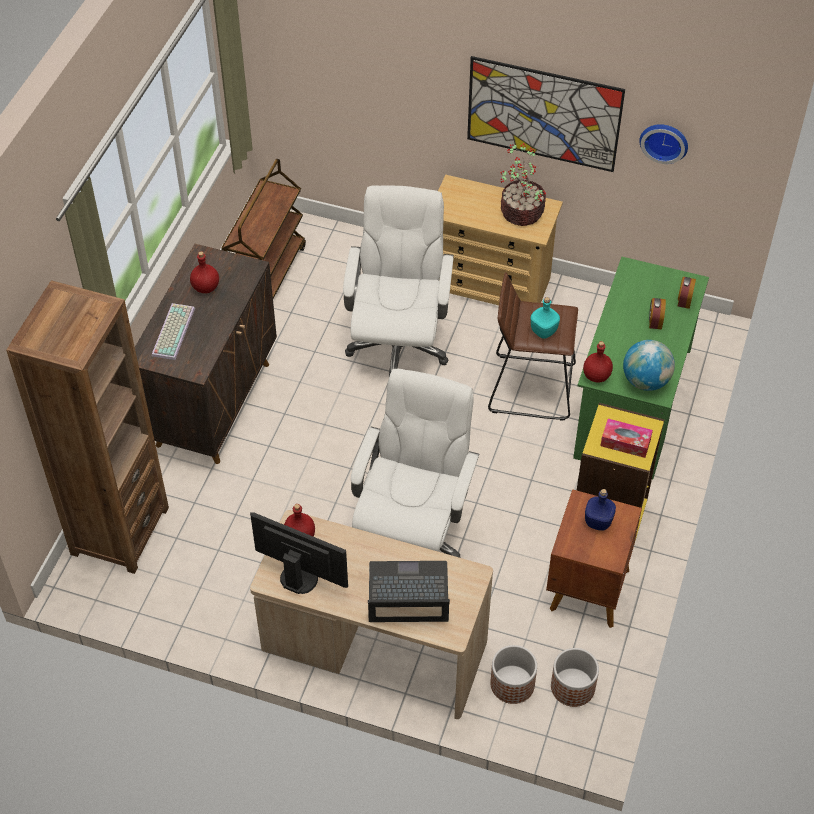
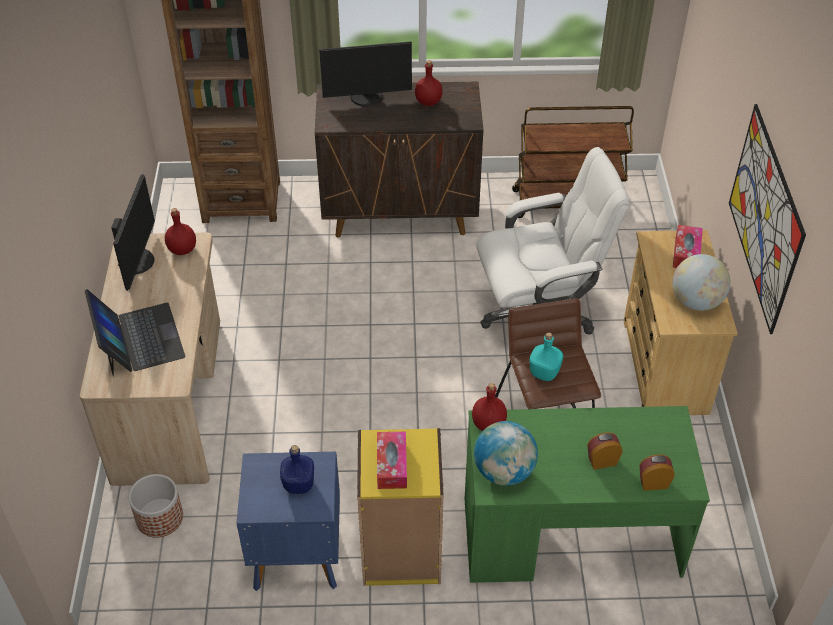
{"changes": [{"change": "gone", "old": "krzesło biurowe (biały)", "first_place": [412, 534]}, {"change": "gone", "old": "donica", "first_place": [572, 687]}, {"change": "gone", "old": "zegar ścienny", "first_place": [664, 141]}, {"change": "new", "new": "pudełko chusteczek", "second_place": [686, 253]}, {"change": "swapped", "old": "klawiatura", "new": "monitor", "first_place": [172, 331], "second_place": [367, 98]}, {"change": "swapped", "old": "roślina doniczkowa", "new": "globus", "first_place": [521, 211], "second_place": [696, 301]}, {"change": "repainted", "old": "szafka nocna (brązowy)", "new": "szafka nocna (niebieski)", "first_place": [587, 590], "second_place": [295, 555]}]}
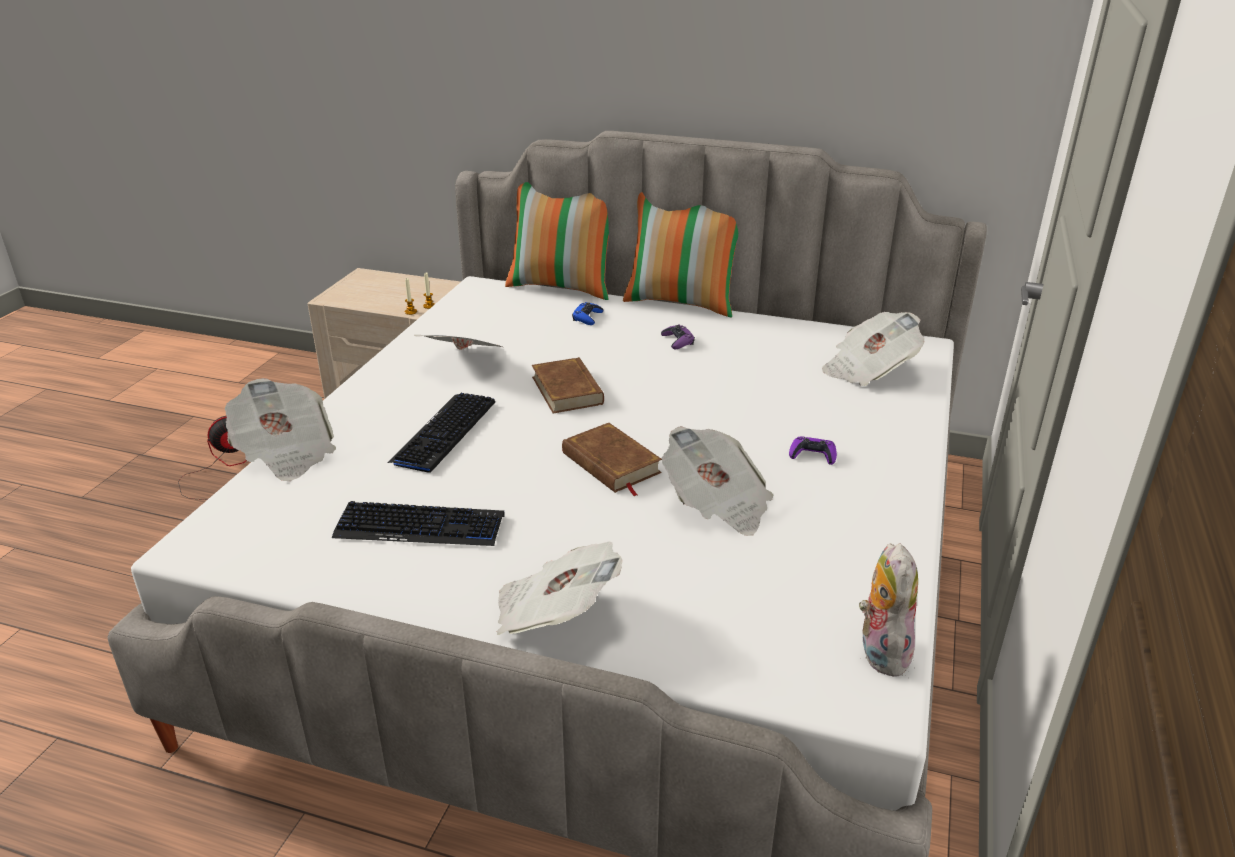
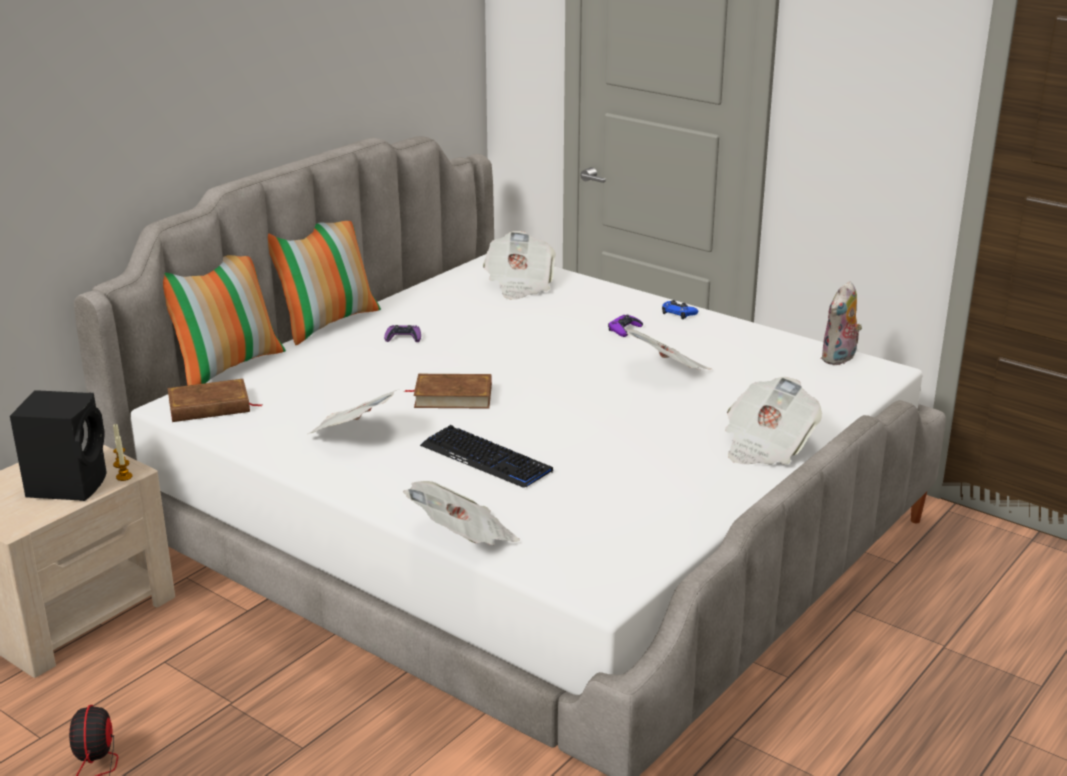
{"changes": [{"change": "gone", "old": "klawiatura", "first_place": [420, 527]}, {"change": "new", "new": "głośnik (czarny)", "second_place": [69, 484]}, {"change": "shifted", "old": "książka (brązowy)", "first_place": [611, 464], "second_place": [209, 406]}, {"change": "shifted", "old": "pad do gier (niebieski)", "first_place": [587, 317], "second_place": [678, 313]}, {"change": "rotated", "old": "pluszak", "first_place": [880, 650], "second_place": [839, 359], "degrees": -75}]}
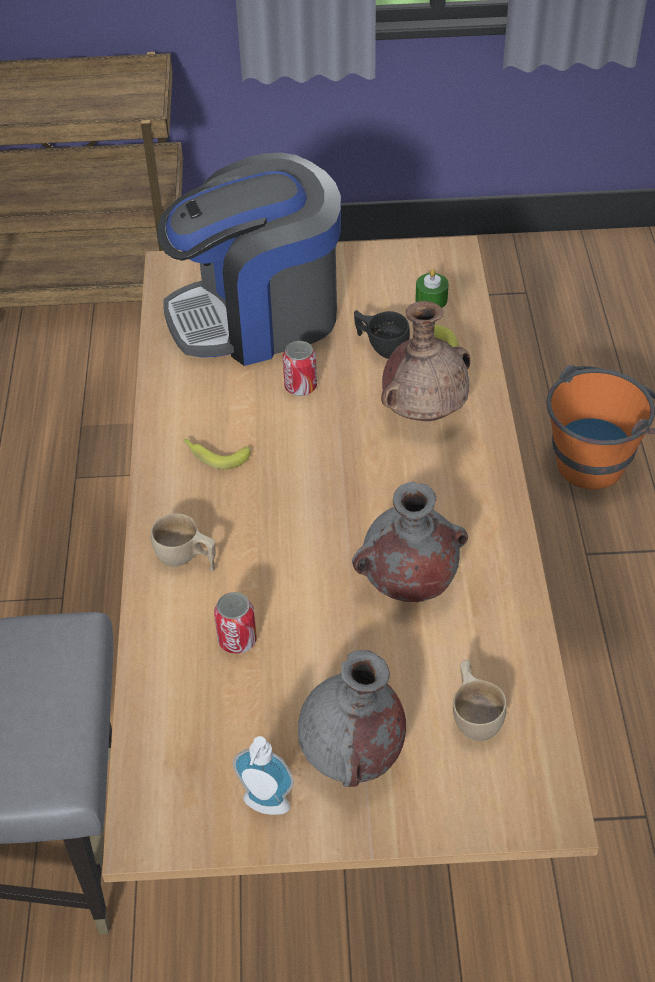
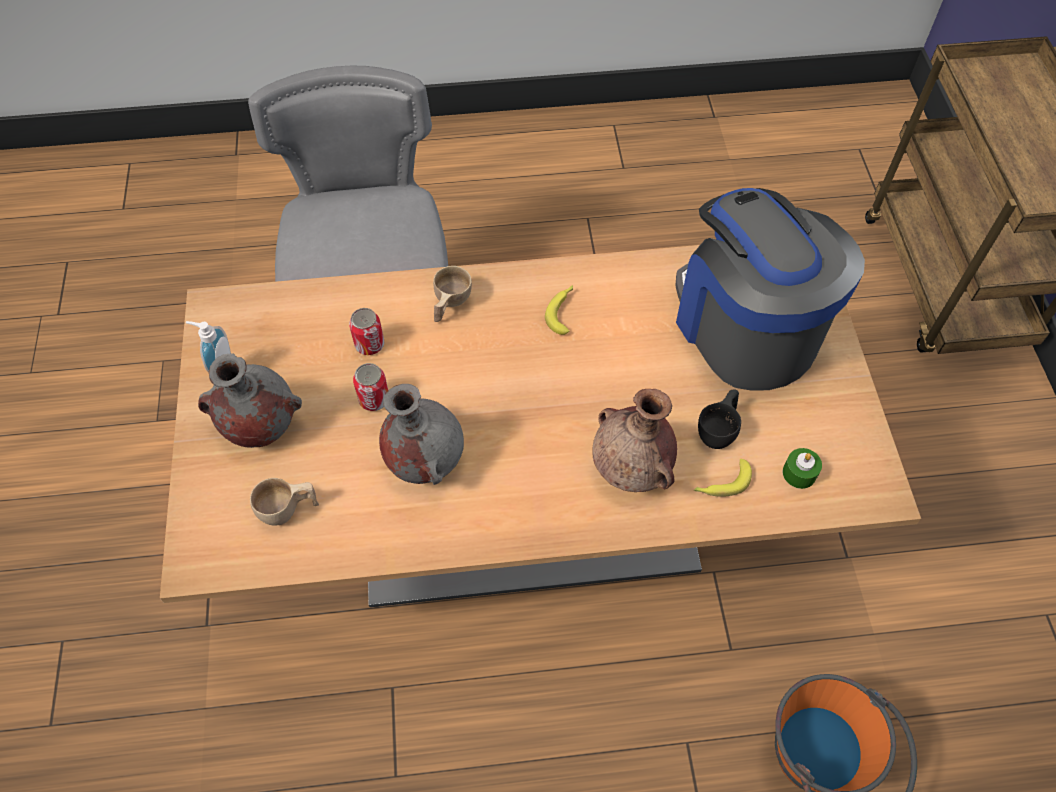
{"changes": [{"change": "shifted", "old": "puszka", "first_place": [300, 386], "second_place": [374, 399]}]}
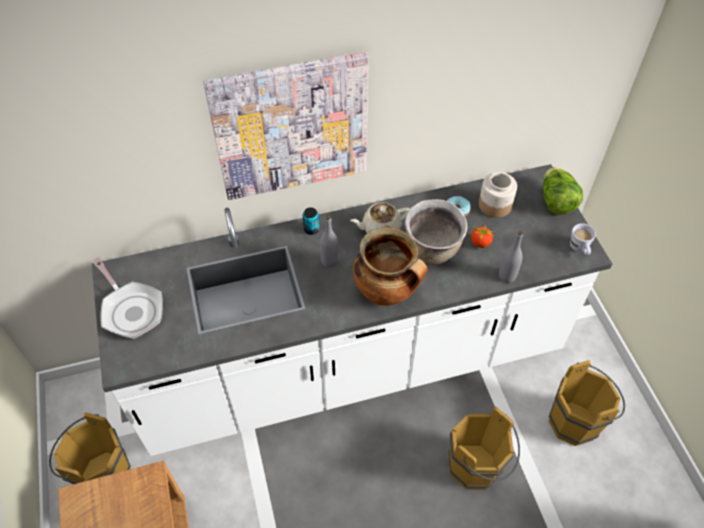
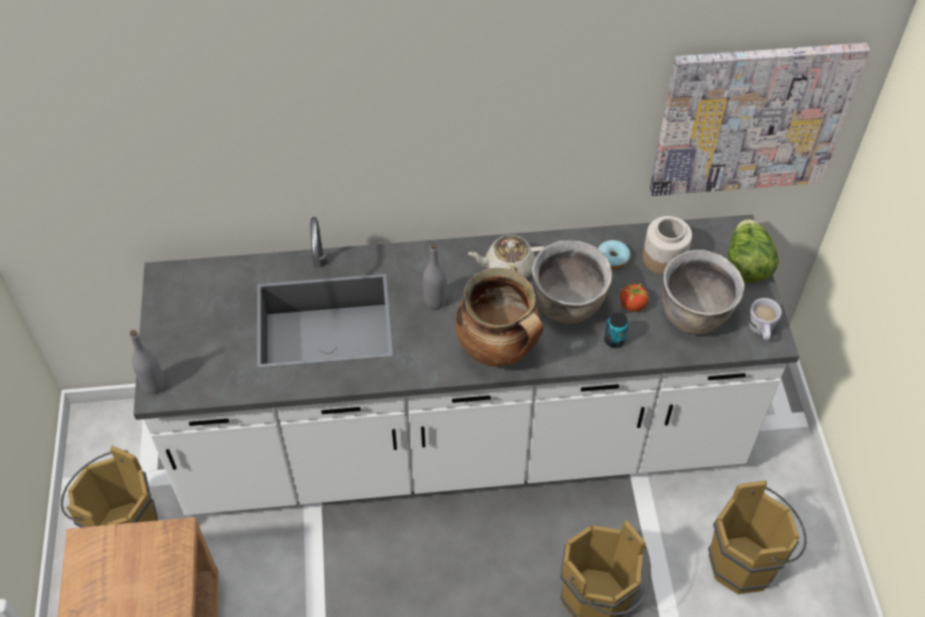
{"changes": [{"change": "gone", "old": "patelnia", "first_place": [131, 310]}, {"change": "new", "new": "garnek (brązowy)", "second_place": [694, 315]}, {"change": "shifted", "old": "obraz", "first_place": [291, 127], "second_place": [751, 119]}, {"change": "shifted", "old": "puszka", "first_place": [311, 229], "second_place": [614, 340]}, {"change": "shifted", "old": "butelka (szary)", "first_place": [507, 276], "second_place": [154, 385]}]}
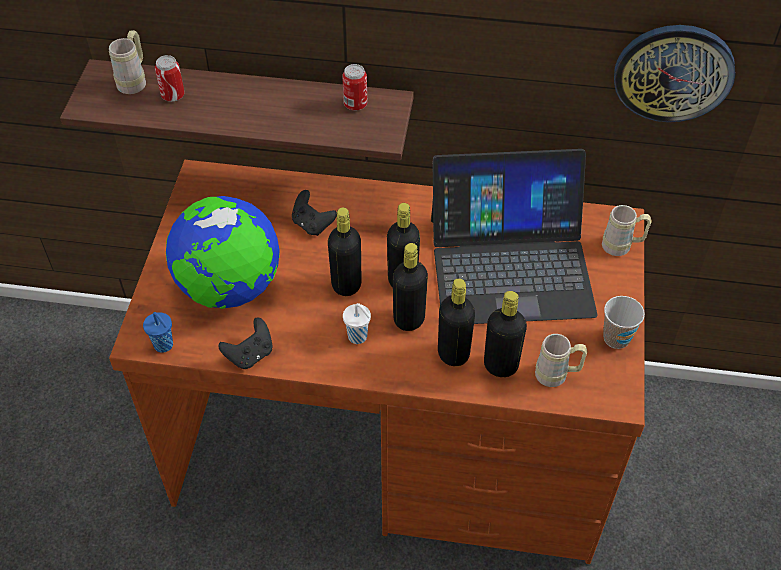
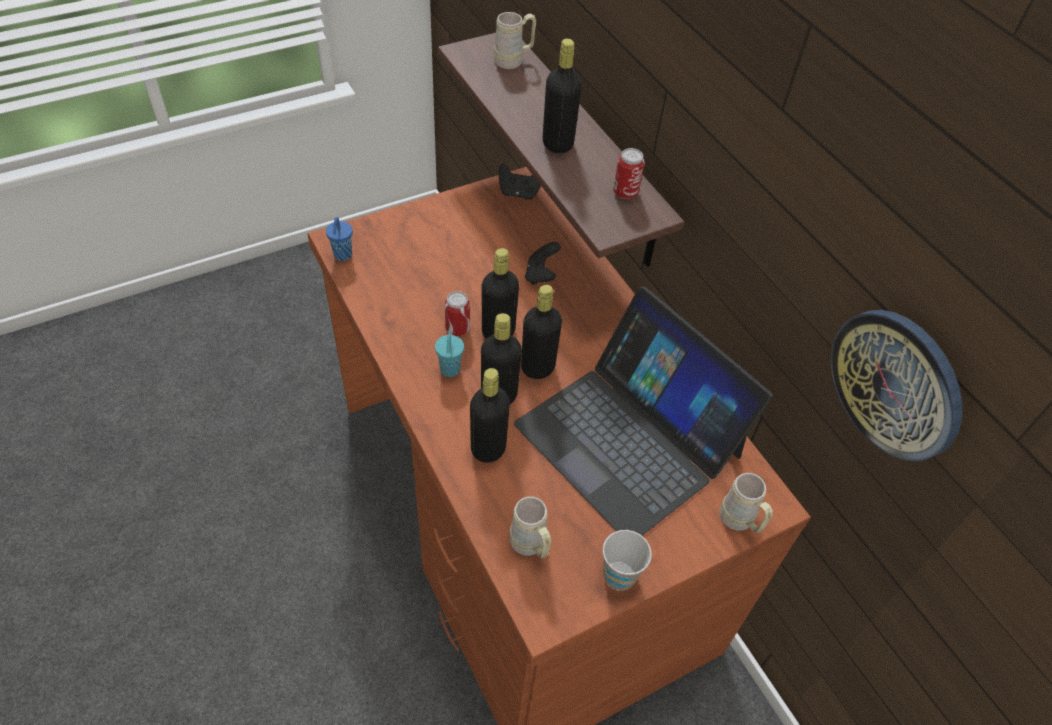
{"changes": [{"change": "gone", "old": "globus", "first_place": [229, 287]}, {"change": "shifted", "old": "puszka", "first_place": [173, 96], "second_place": [457, 329]}, {"change": "shifted", "old": "pad do gier (czarny)", "first_place": [250, 355], "second_place": [519, 193]}, {"change": "shifted", "old": "butelka (czarny)", "first_place": [500, 365], "second_place": [557, 144]}, {"change": "repainted", "old": "filiżanka (biały)", "new": "filiżanka (turkusowy)", "first_place": [358, 337], "second_place": [450, 371]}]}
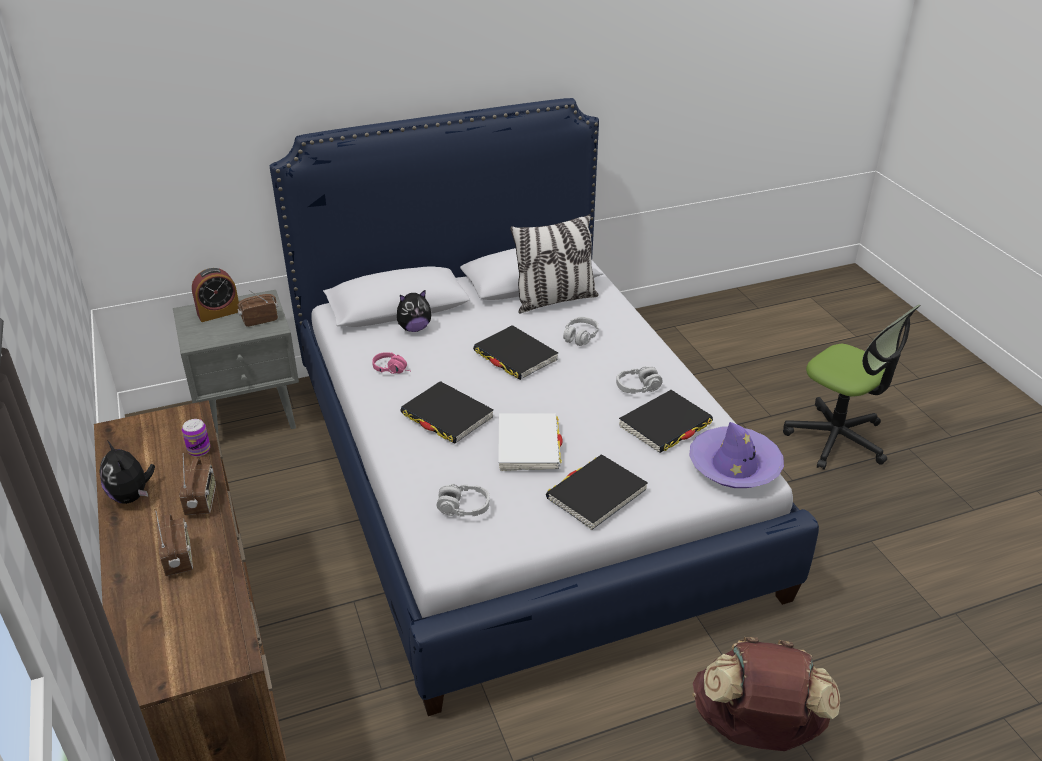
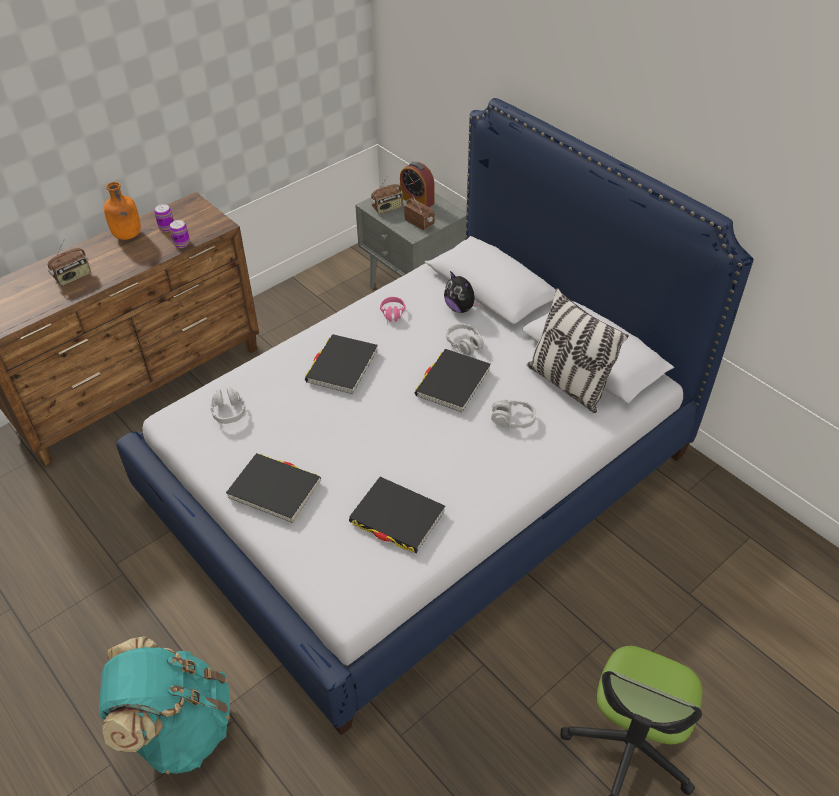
{"changes": [{"change": "gone", "old": "książka (biały)", "first_place": [528, 445]}, {"change": "gone", "old": "kapelusz (fioletowy)", "first_place": [734, 465]}, {"change": "new", "new": "puszka", "second_place": [166, 227]}, {"change": "shifted", "old": "radio", "first_place": [202, 501], "second_place": [387, 208]}, {"change": "shifted", "old": "słuchawki (szary)", "first_place": [638, 387], "second_place": [464, 344]}, {"change": "swapped", "old": "pluszak", "new": "butelka (pomarańczowy)", "first_place": [132, 496], "second_place": [127, 235]}, {"change": "repainted", "old": "plecak (brązowy)", "new": "plecak (turkusowy)", "first_place": [756, 729], "second_place": [178, 727]}]}
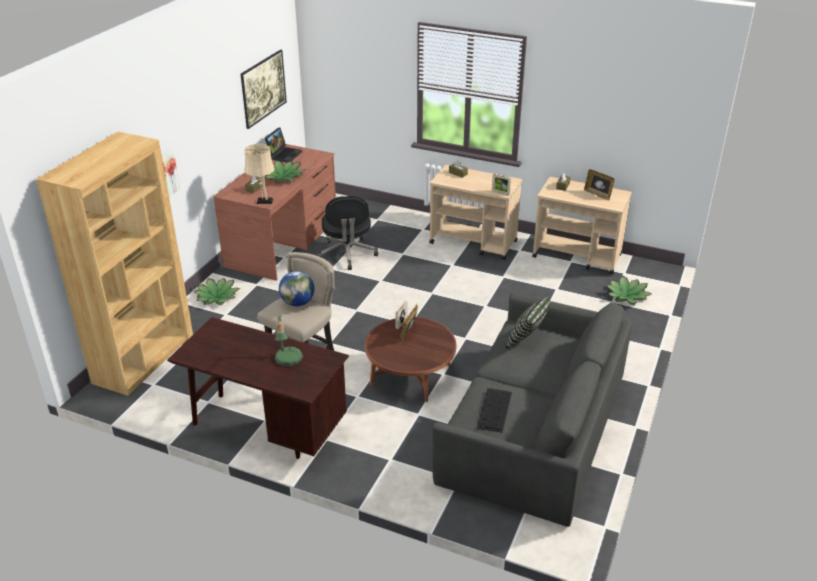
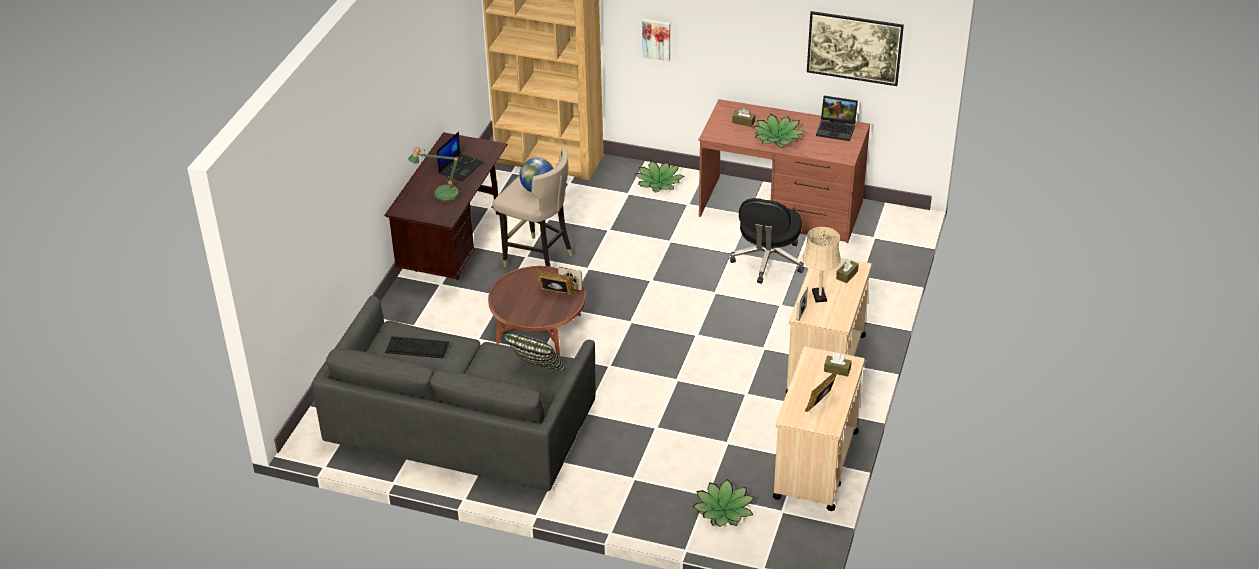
{"changes": [{"change": "new", "new": "laptop", "second_place": [460, 167]}, {"change": "shifted", "old": "lampa stołowa (beżowy)", "first_place": [263, 201], "second_place": [819, 294]}, {"change": "rotated", "old": "krzesło biurowe (czarny)", "first_place": [347, 254], "second_place": [768, 261], "degrees": -60}]}
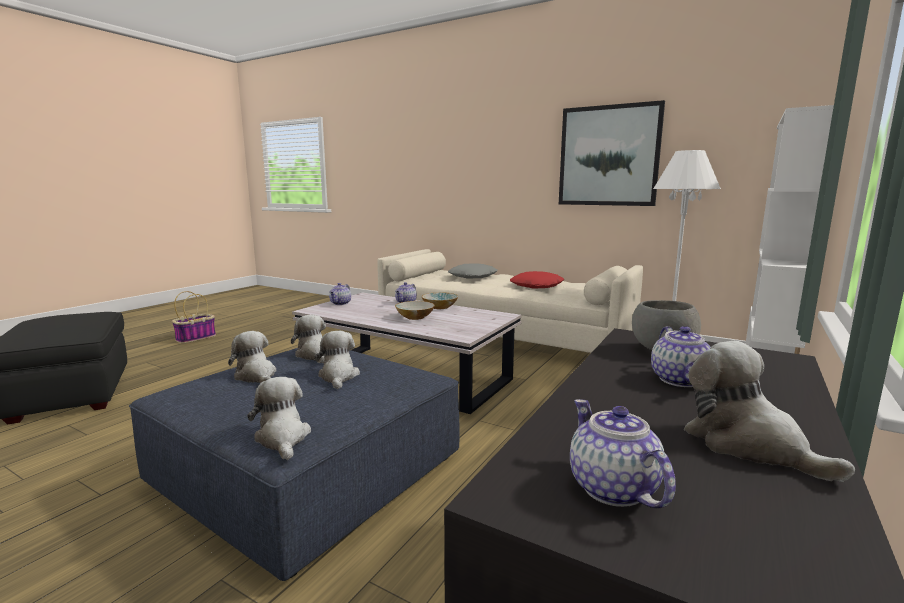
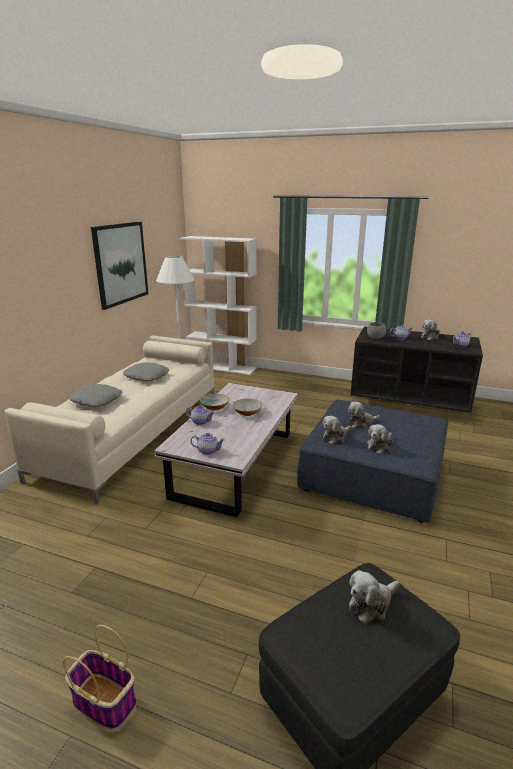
{"changes": [{"change": "shifted", "old": "pluszak", "first_place": [283, 438], "second_place": [371, 604]}, {"change": "repainted", "old": "poduszka (czerwony)", "new": "poduszka (szary)", "first_place": [537, 286], "second_place": [147, 376]}]}
